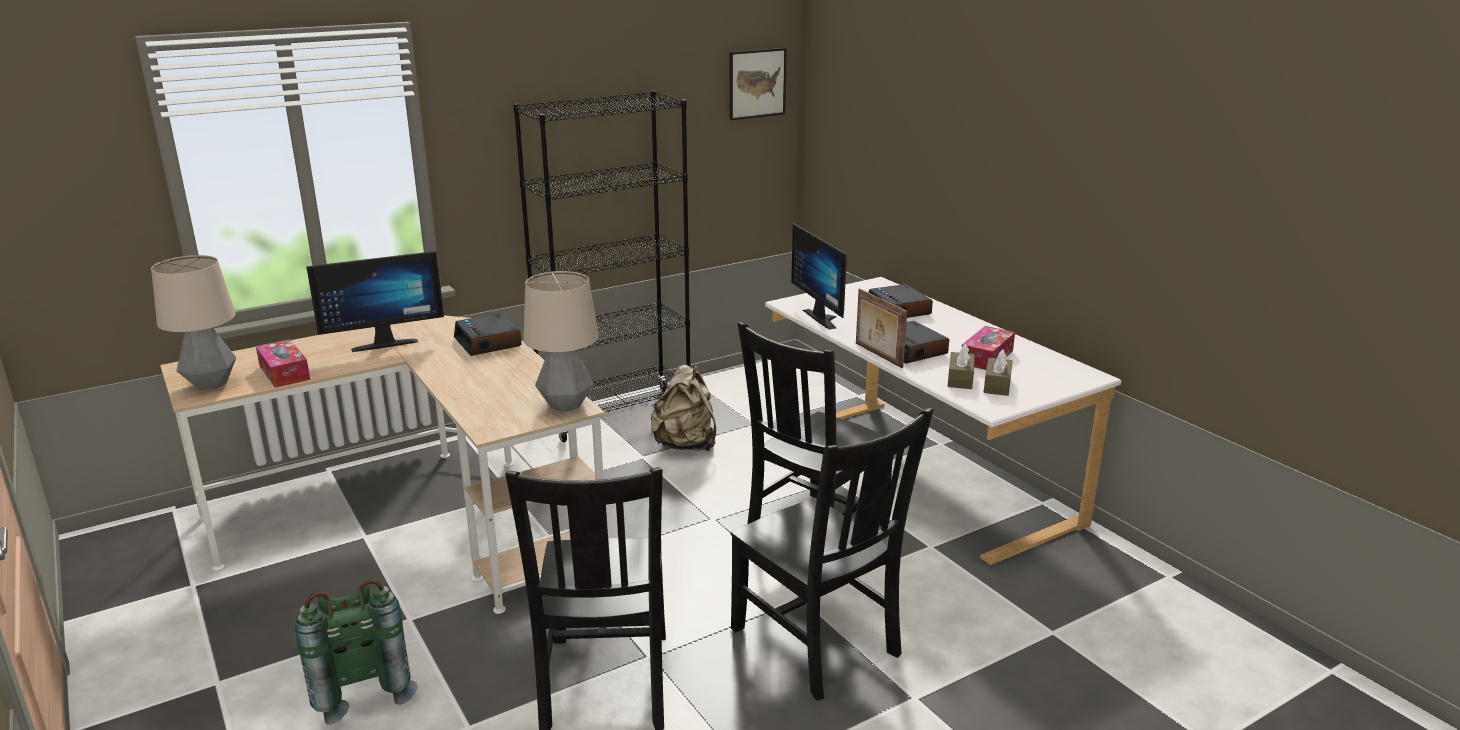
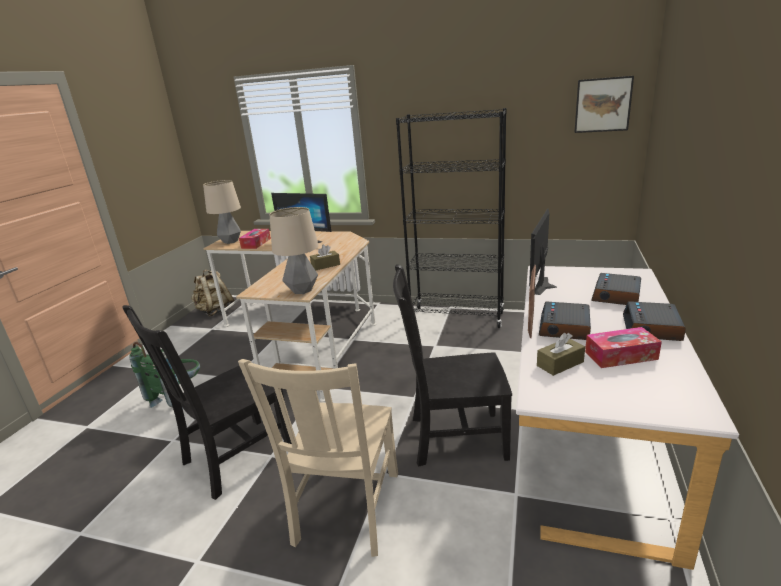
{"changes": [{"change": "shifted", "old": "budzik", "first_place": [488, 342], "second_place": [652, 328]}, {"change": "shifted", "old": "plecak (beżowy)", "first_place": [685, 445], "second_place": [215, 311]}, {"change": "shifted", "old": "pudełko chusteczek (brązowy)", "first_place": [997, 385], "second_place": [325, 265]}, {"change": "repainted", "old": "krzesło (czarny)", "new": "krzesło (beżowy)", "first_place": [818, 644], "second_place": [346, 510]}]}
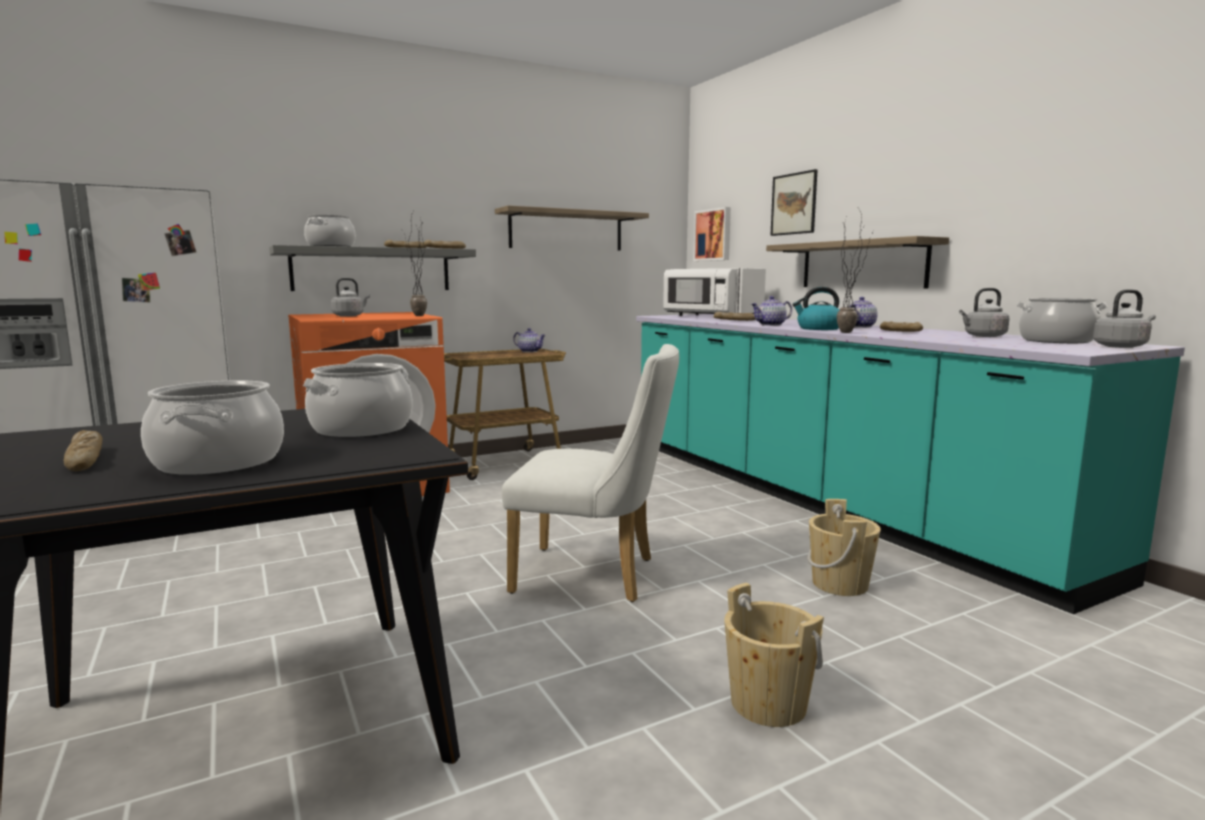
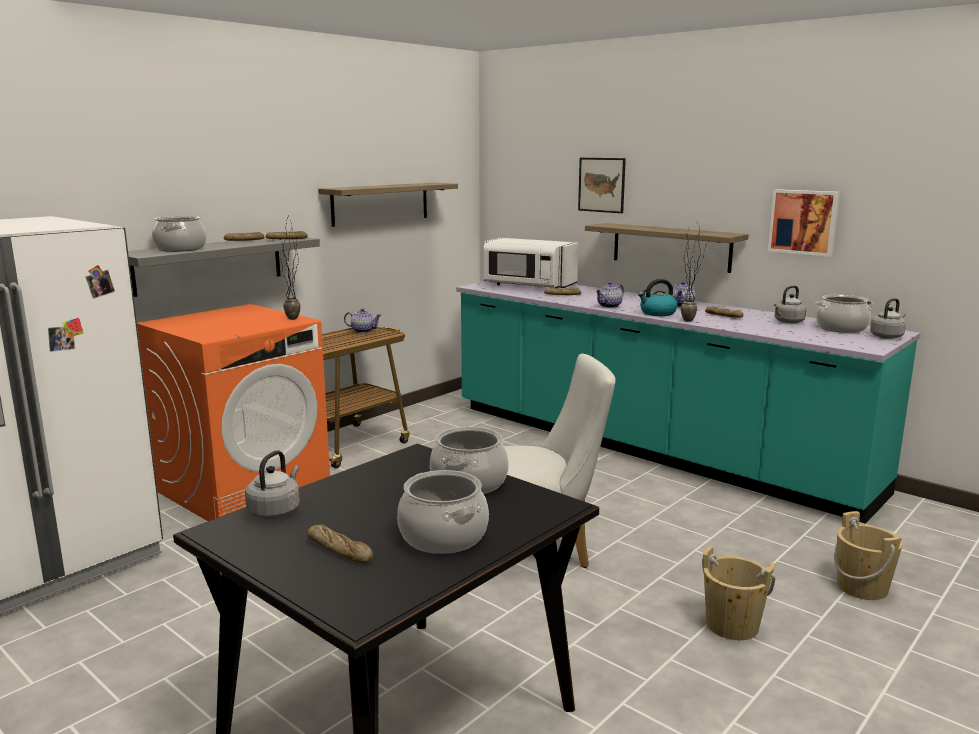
{"changes": [{"change": "shifted", "old": "czajnik (szary)", "first_place": [350, 316], "second_place": [276, 511]}, {"change": "shifted", "old": "obraz", "first_place": [713, 235], "second_place": [803, 222]}, {"change": "shifted", "old": "wiadro (beżowy)", "first_place": [840, 584], "second_place": [862, 587]}]}
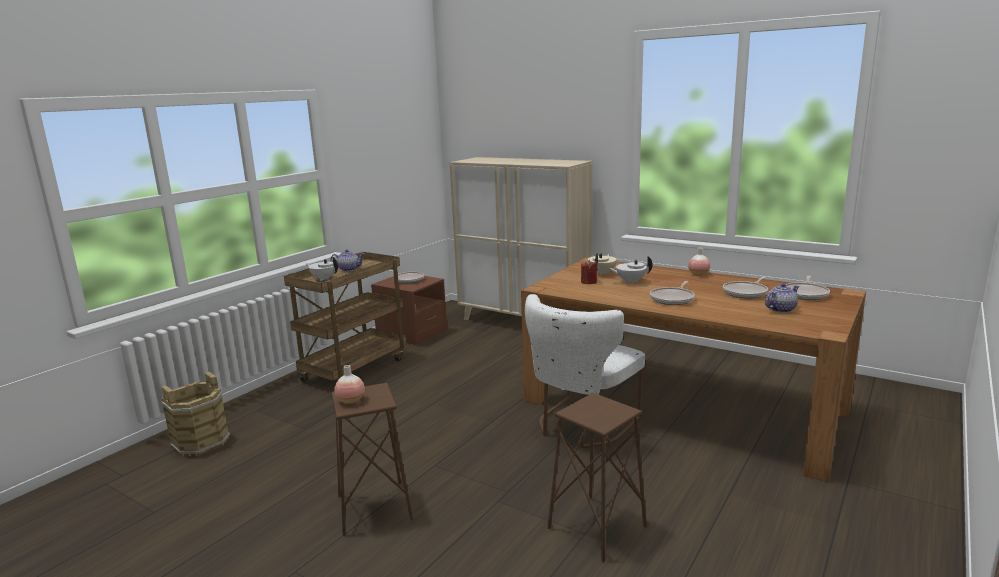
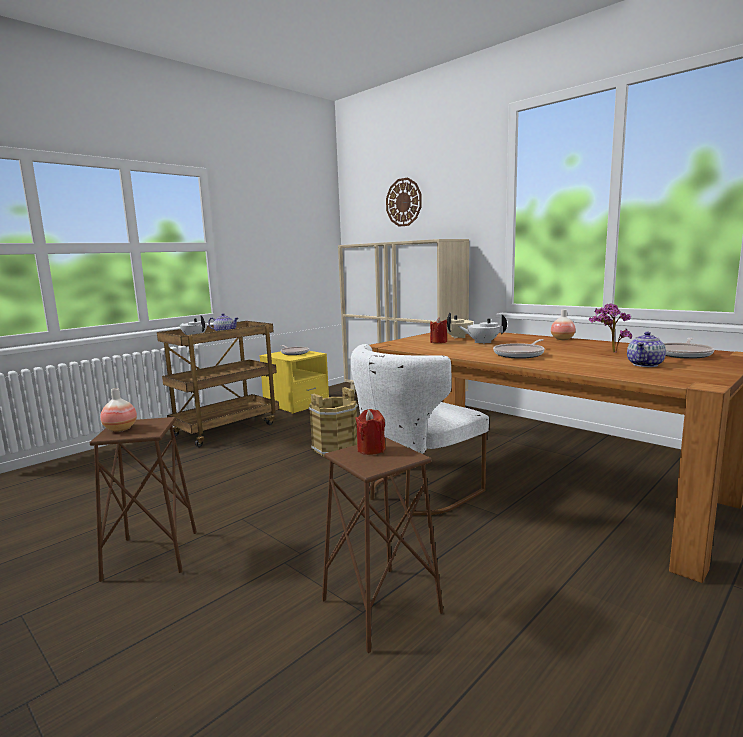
{"changes": [{"change": "new", "new": "świeca (czerwony)", "second_place": [371, 449]}, {"change": "new", "new": "zegar ścienny", "second_place": [404, 202]}, {"change": "shifted", "old": "wiadro (brązowy)", "first_place": [201, 442], "second_place": [335, 448]}, {"change": "swapped", "old": "patelnia", "new": "roślina doniczkowa", "first_place": [746, 293], "second_place": [610, 352]}, {"change": "repainted", "old": "szafka nocna (brązowy)", "new": "szafka nocna (żółty)", "first_place": [411, 333], "second_place": [296, 404]}, {"change": "rotated", "old": "imbryk", "first_place": [780, 309], "second_place": [645, 364], "degrees": 150}]}
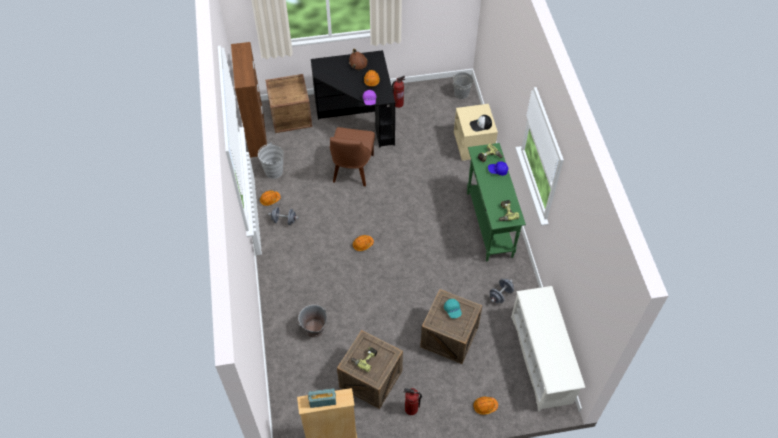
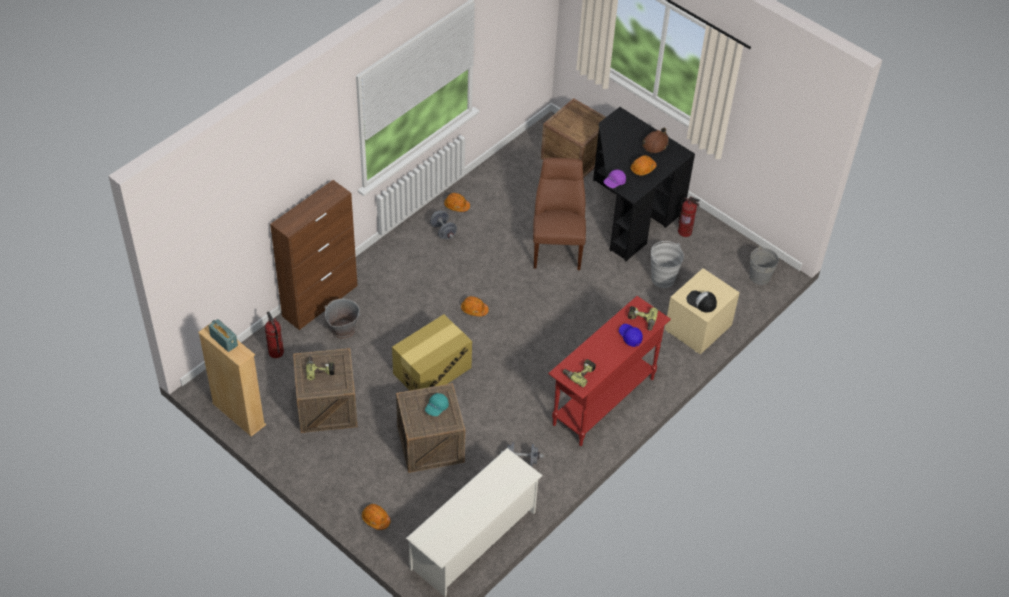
{"changes": [{"change": "new", "new": "karton", "second_place": [432, 370]}, {"change": "shifted", "old": "szafka (brązowy)", "first_place": [256, 134], "second_place": [320, 300]}, {"change": "shifted", "old": "wiadro (szary)", "first_place": [273, 171], "second_place": [663, 278]}, {"change": "shifted", "old": "gaśnica", "first_place": [411, 409], "second_place": [275, 352]}, {"change": "repainted", "old": "stolik konsolowy (zielony)", "new": "stolik konsolowy (czerwony)", "first_place": [489, 224], "second_place": [603, 401]}, {"change": "rotated", "old": "krzesło (brązowy)", "first_place": [352, 170], "second_place": [557, 246], "degrees": 120}]}
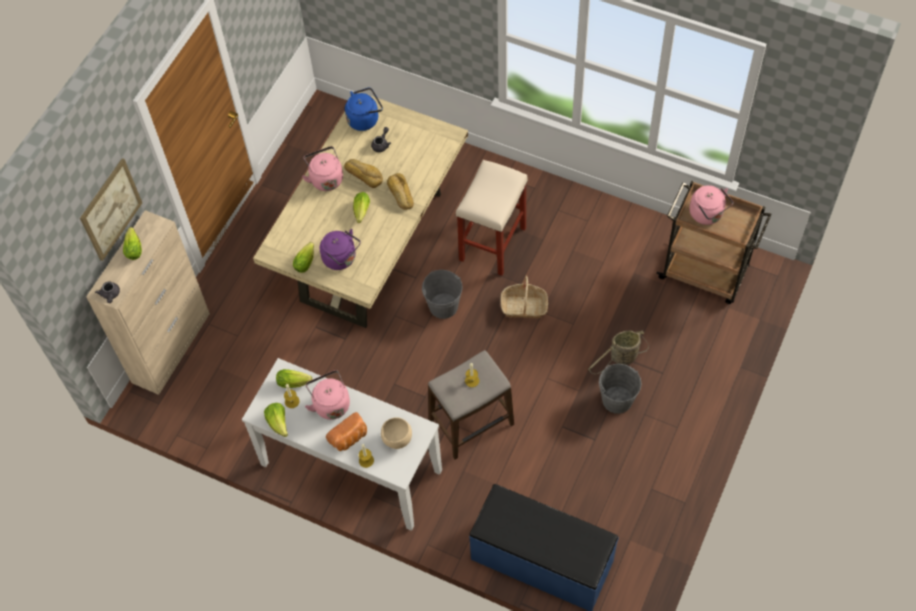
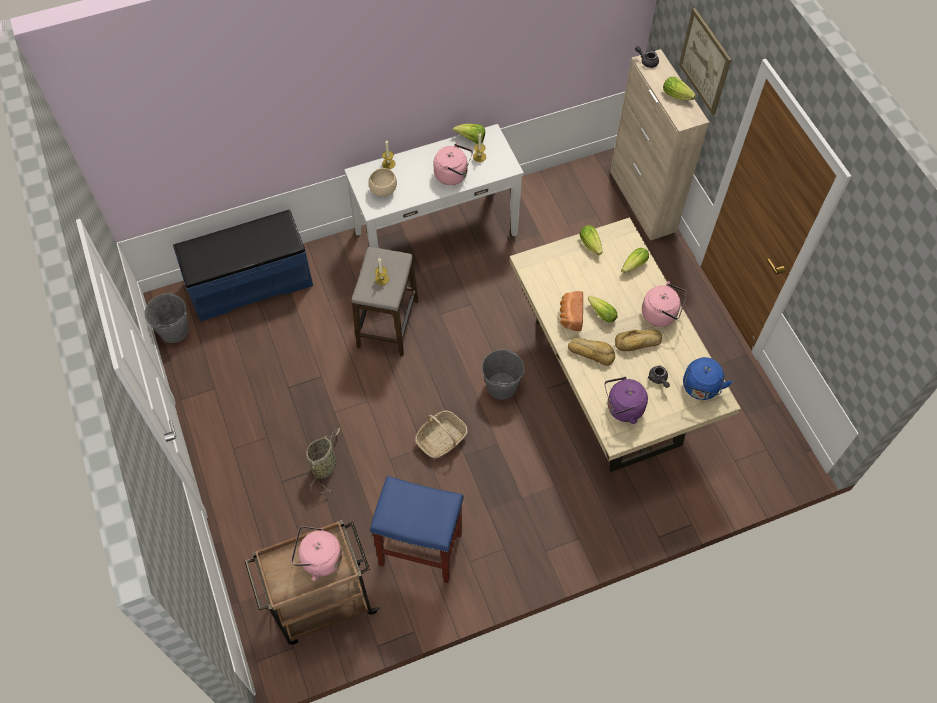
{"changes": [{"change": "gone", "old": "stołek (beżowy)", "first_place": [492, 245]}, {"change": "new", "new": "stołek (niebieski)", "second_place": [419, 549]}, {"change": "shifted", "old": "sałata", "first_place": [295, 382], "second_place": [632, 266]}, {"change": "shifted", "old": "czajnik (fioletowy)", "first_place": [341, 259], "second_place": [622, 409]}, {"change": "shifted", "old": "chleb", "first_place": [349, 438], "second_place": [570, 316]}, {"change": "shifted", "old": "wiadro (szary)", "first_place": [617, 399], "second_place": [174, 330]}]}
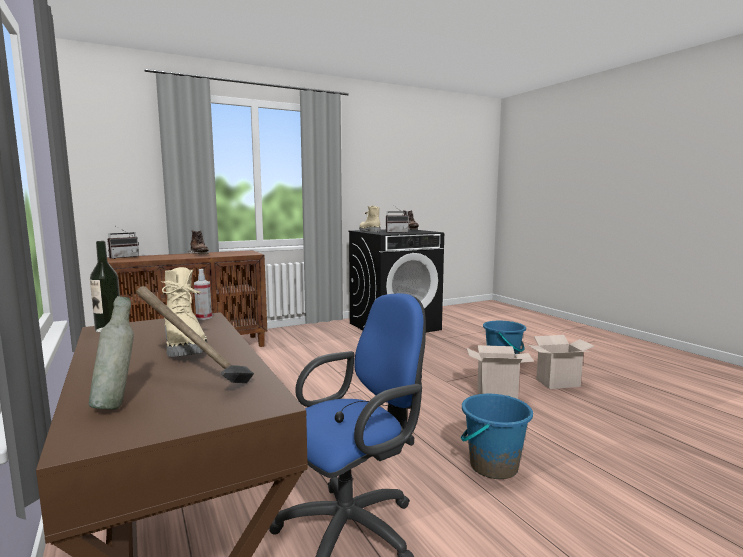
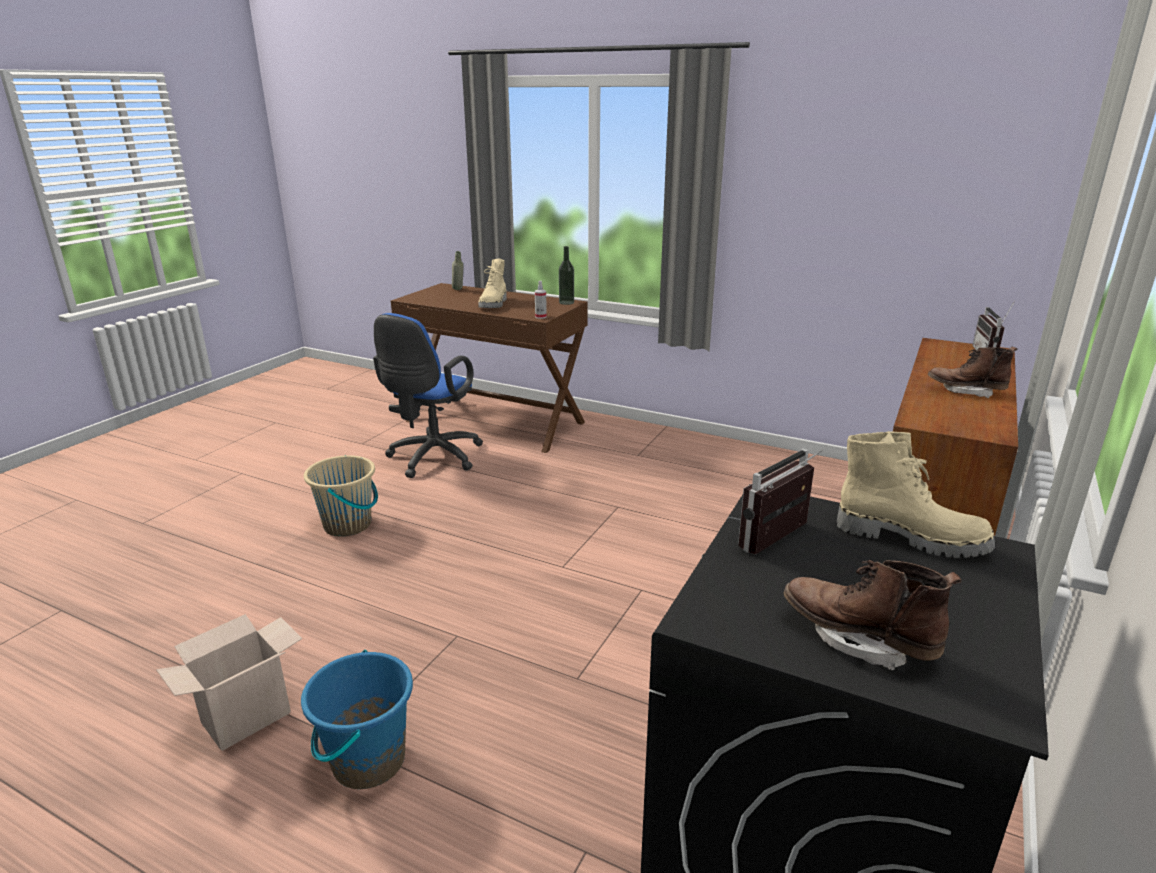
{"changes": [{"change": "gone", "old": "młotek", "first_place": [196, 380]}, {"change": "gone", "old": "karton", "first_place": [498, 393]}, {"change": "repainted", "old": "wiadro (niebieski)", "new": "wiadro (beżowy)", "first_place": [493, 466], "second_place": [348, 525]}, {"change": "rotated", "old": "but z cholewką (beżowy)", "first_place": [185, 347], "second_place": [494, 304], "degrees": -105}]}
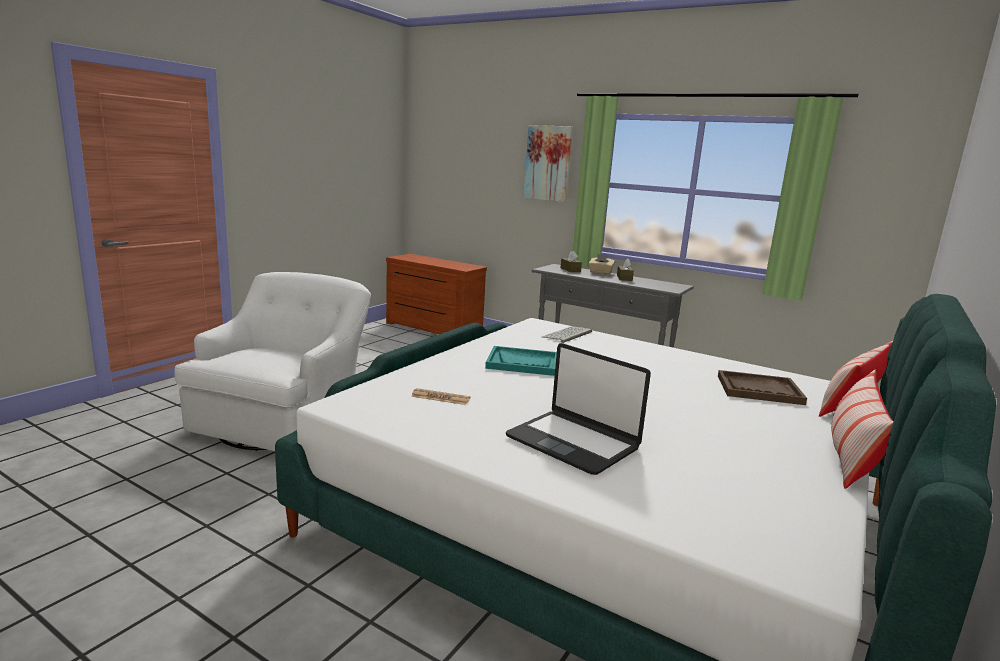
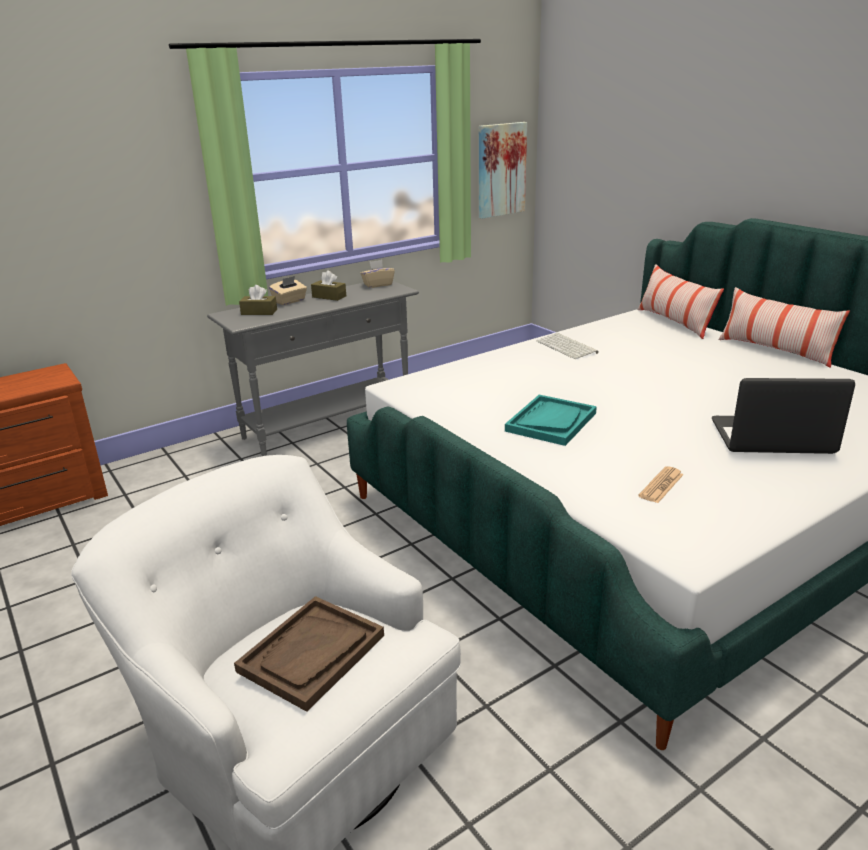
{"changes": [{"change": "new", "new": "pudełko chusteczek (beżowy)", "second_place": [378, 284]}, {"change": "shifted", "old": "obraz", "first_place": [548, 163], "second_place": [501, 170]}, {"change": "shifted", "old": "klawiatura", "first_place": [567, 335], "second_place": [568, 347]}, {"change": "shifted", "old": "taca (brązowy)", "first_place": [759, 390], "second_place": [312, 654]}, {"change": "rotated", "old": "laptop", "first_place": [573, 442], "second_place": [772, 438], "degrees": -150}]}
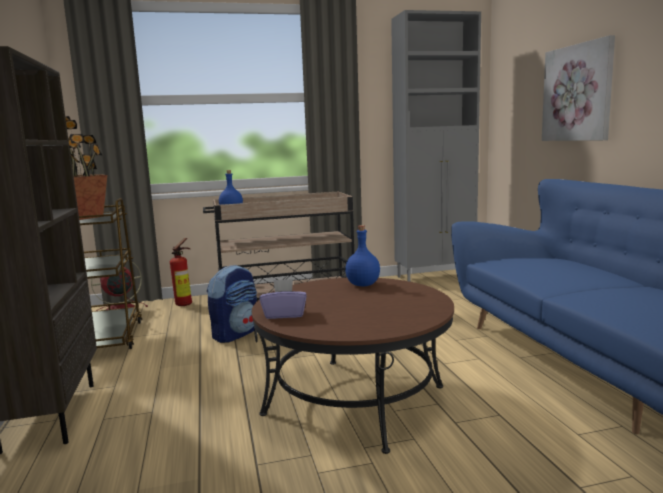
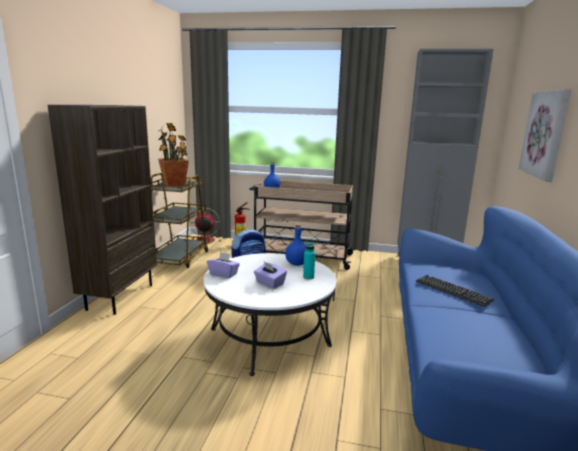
{"changes": [{"change": "new", "new": "pudełko chusteczek (fioletowy)", "second_place": [269, 283]}, {"change": "new", "new": "butelka (turkusowy)", "second_place": [308, 277]}, {"change": "new", "new": "klawiatura", "second_place": [452, 291]}, {"change": "repainted", "old": "ława (brązowy)", "new": "ława (biały)", "first_place": [355, 400], "second_place": [269, 337]}]}
